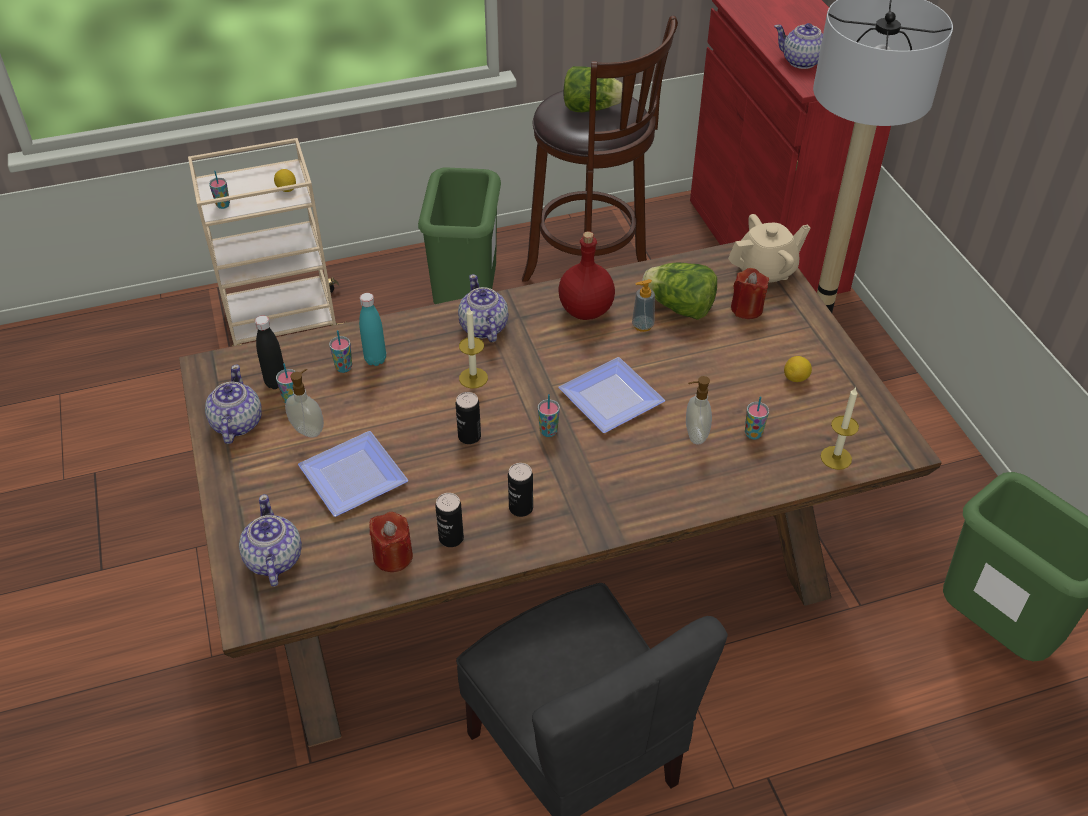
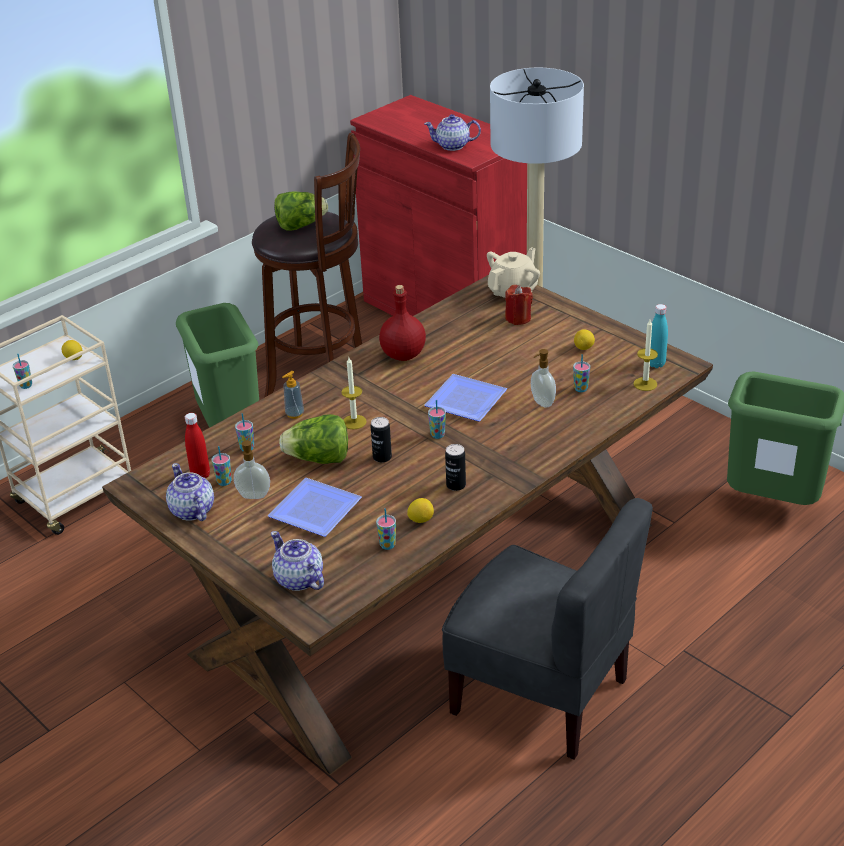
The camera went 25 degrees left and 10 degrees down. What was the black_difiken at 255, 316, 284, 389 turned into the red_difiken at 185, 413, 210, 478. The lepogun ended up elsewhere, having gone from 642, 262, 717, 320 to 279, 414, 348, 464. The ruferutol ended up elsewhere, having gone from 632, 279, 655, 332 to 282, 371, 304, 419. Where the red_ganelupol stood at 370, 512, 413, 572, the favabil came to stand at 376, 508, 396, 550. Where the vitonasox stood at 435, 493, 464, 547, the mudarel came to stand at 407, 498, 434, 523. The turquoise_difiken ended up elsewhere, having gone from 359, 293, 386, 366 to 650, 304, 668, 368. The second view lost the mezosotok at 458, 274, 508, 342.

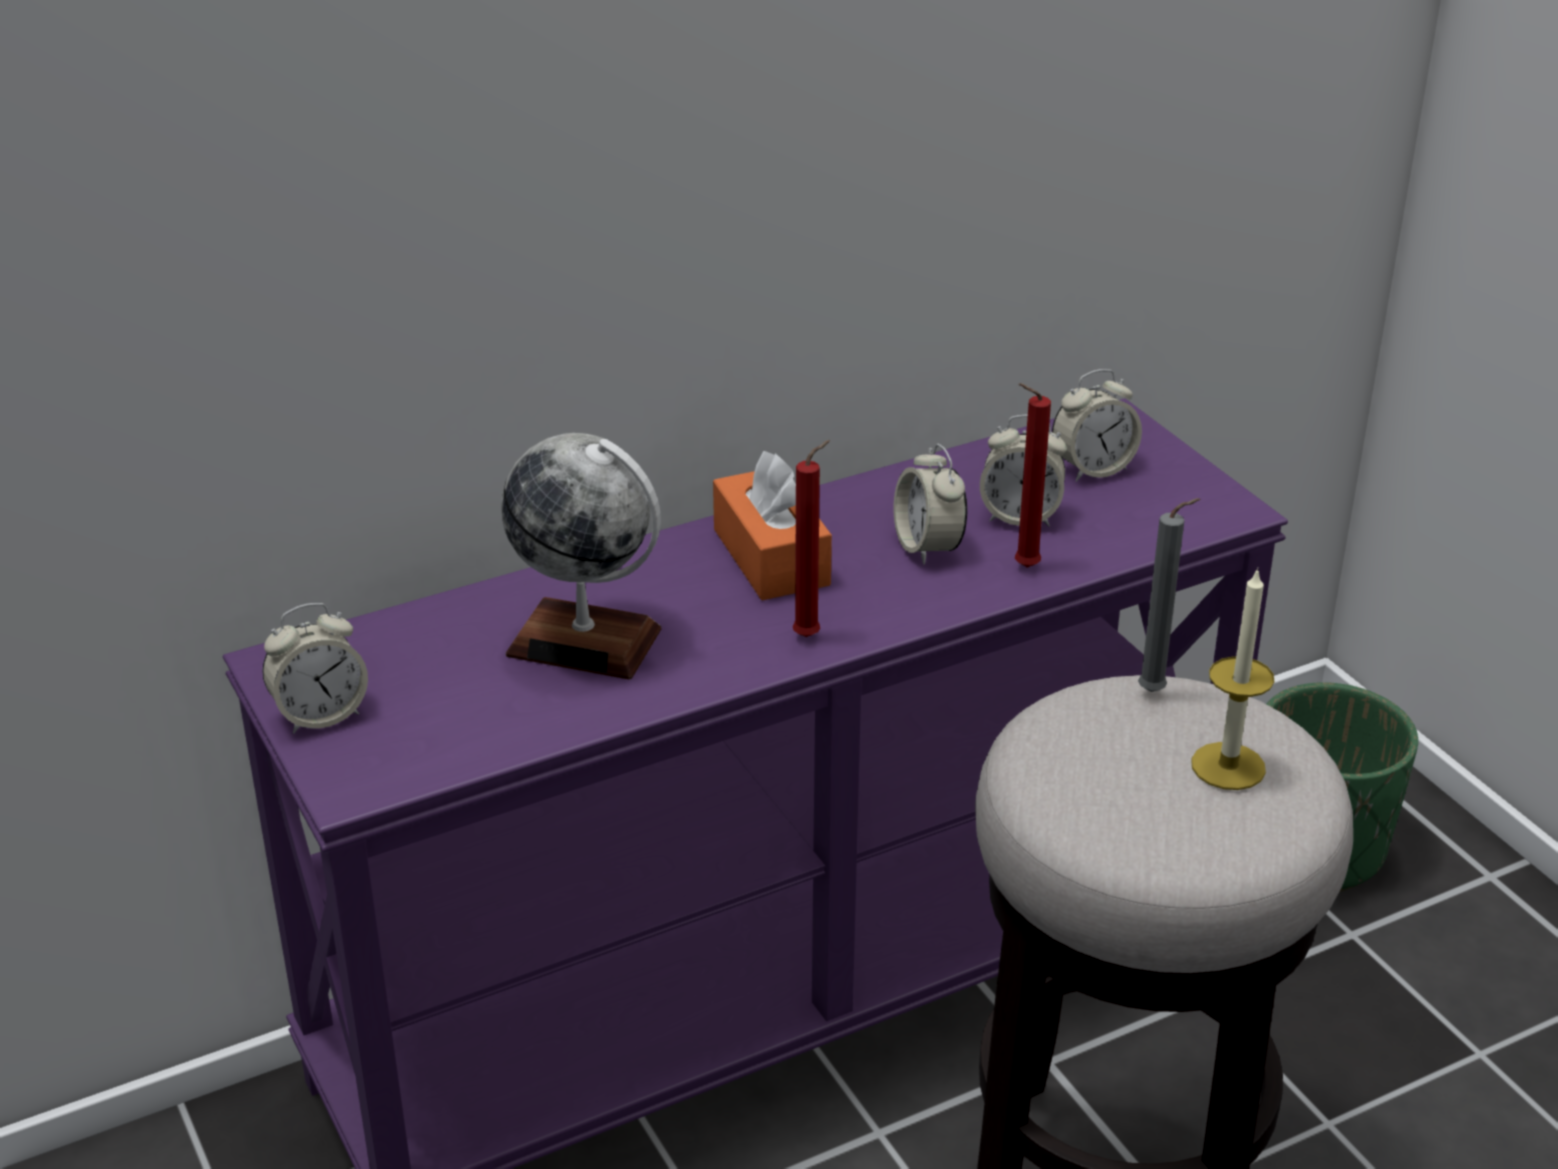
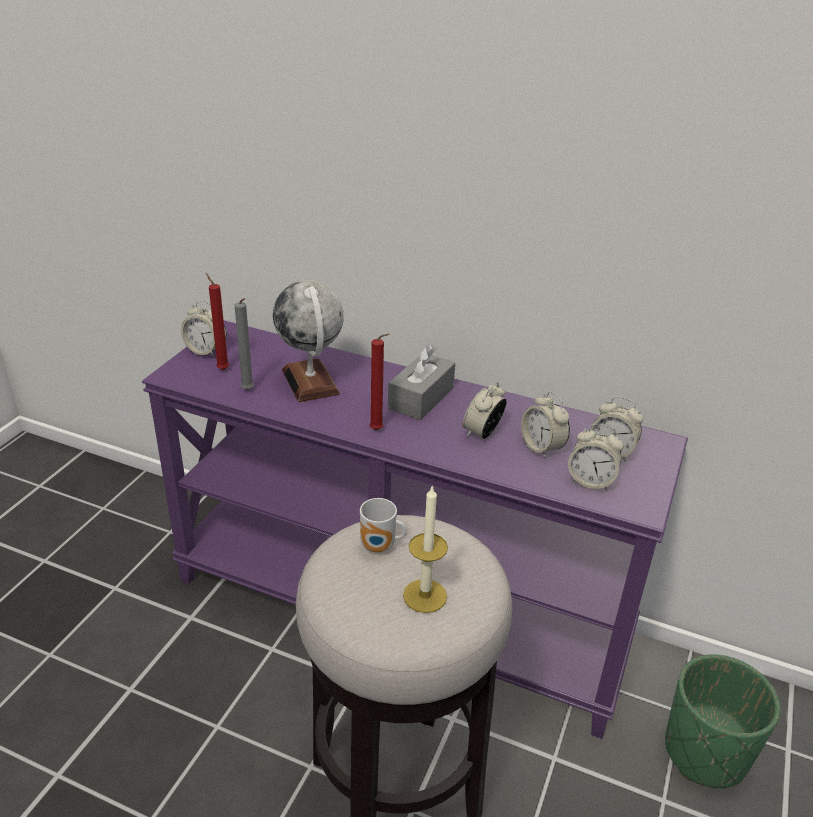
The camera went 50 degrees right and 0 degrees up. The red_ganelupol ended up elsewhere, having gone from 1015, 383, 1051, 568 to 206, 273, 229, 370. The grey_ganelupol ended up elsewhere, having gone from 1138, 498, 1200, 692 to 234, 298, 254, 390. The second view gained the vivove at 360, 498, 407, 553. What was the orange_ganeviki at 713, 451, 832, 601 turned into the grey_ganeviki at 388, 345, 455, 420. The second view gained the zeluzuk at 568, 424, 624, 490.

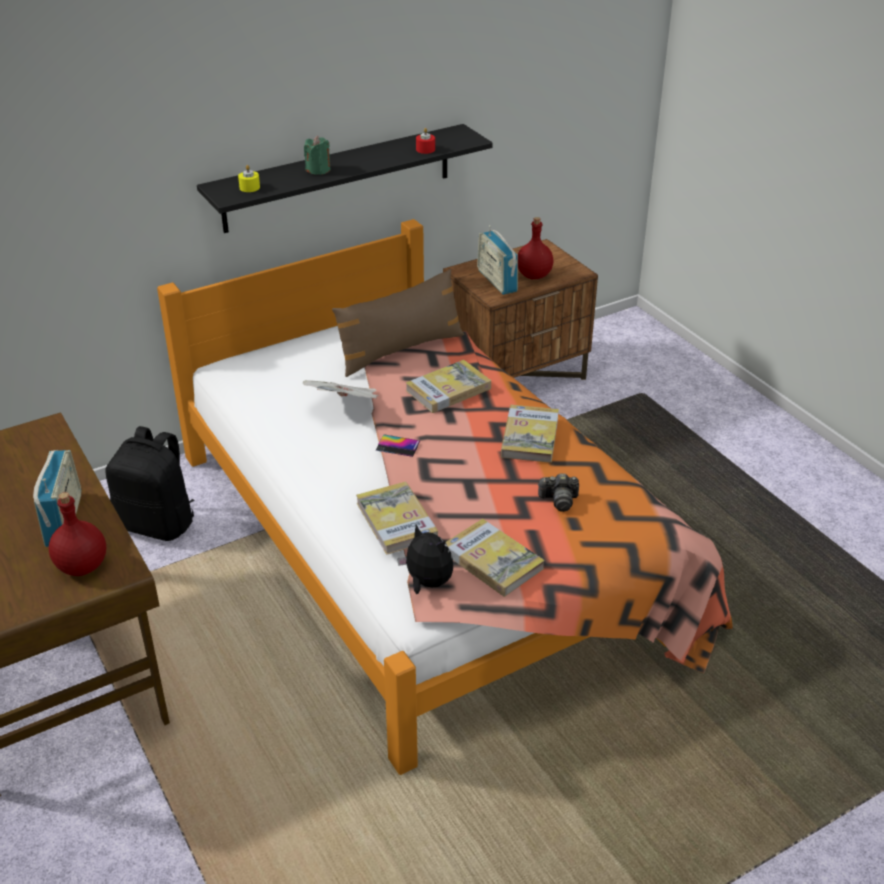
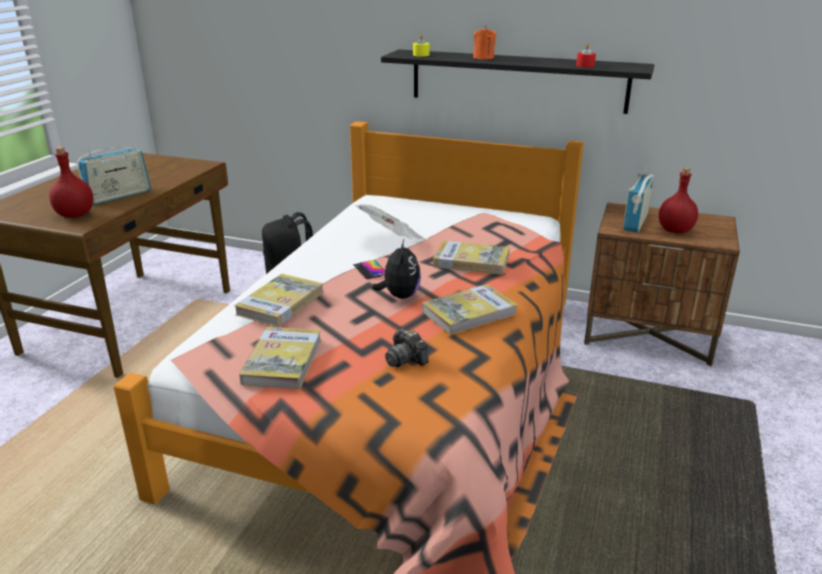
The camera went 50 degrees right and 10 degrees down. The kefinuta ended up elsewhere, having gone from 397, 525, 453, 594 to 372, 240, 421, 299. What was the green_ganelupol at 304, 136, 331, 175 turned into the orange_ganelupol at 473, 26, 496, 60. The second view lost the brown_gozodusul at 332, 269, 464, 377.

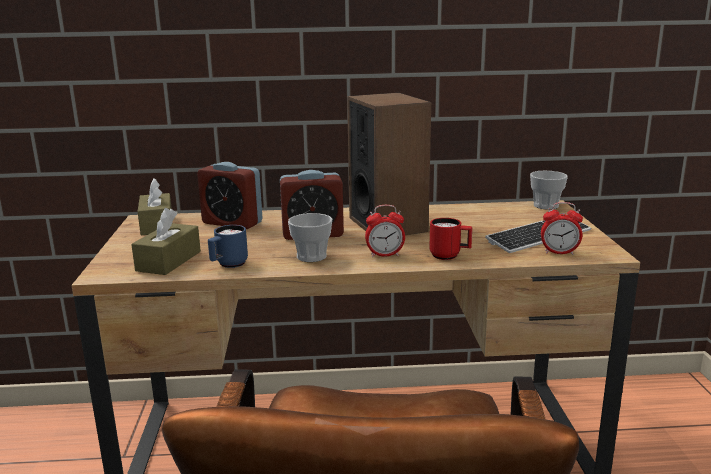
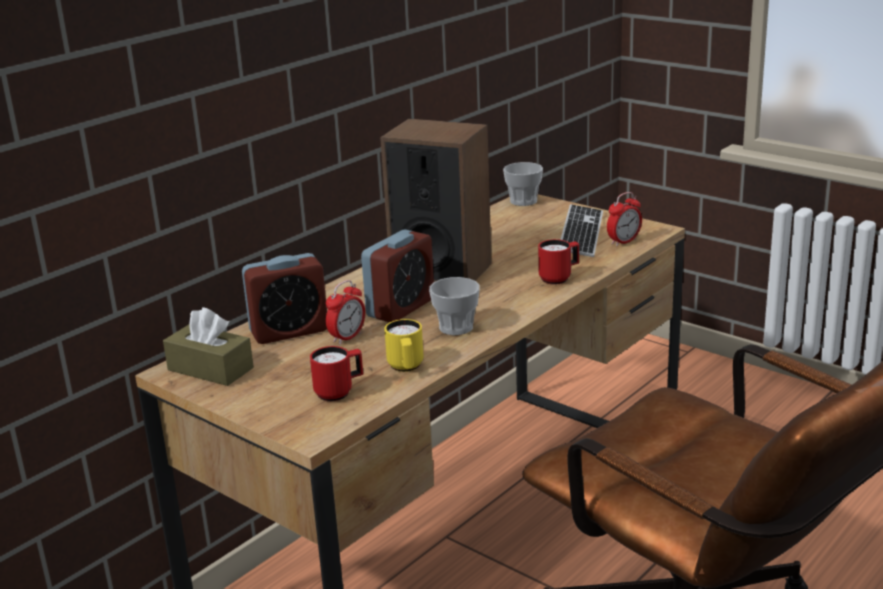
The camera went 45 degrees left and 5 degrees up. Where the brown_ganeviki stood at 131, 208, 201, 275, the red_vivove came to stand at 310, 346, 363, 401. The zeluzuk ended up elsewhere, having gone from 365, 205, 405, 257 to 326, 280, 365, 345. What was the blue_vivove at 208, 225, 248, 268 turned into the yellow_vivove at 384, 319, 424, 372.

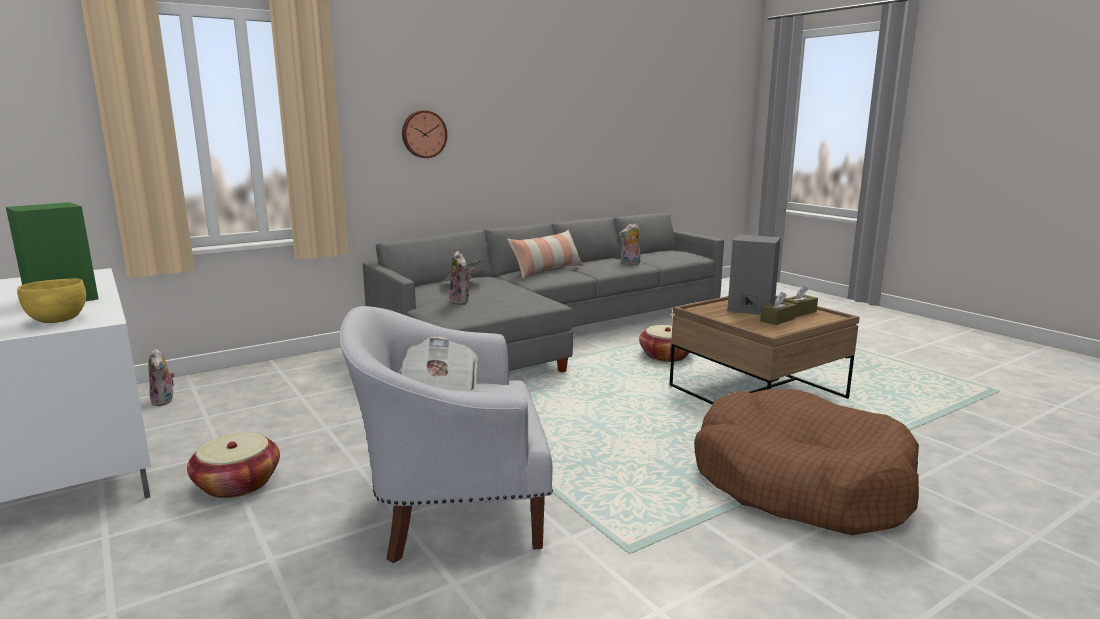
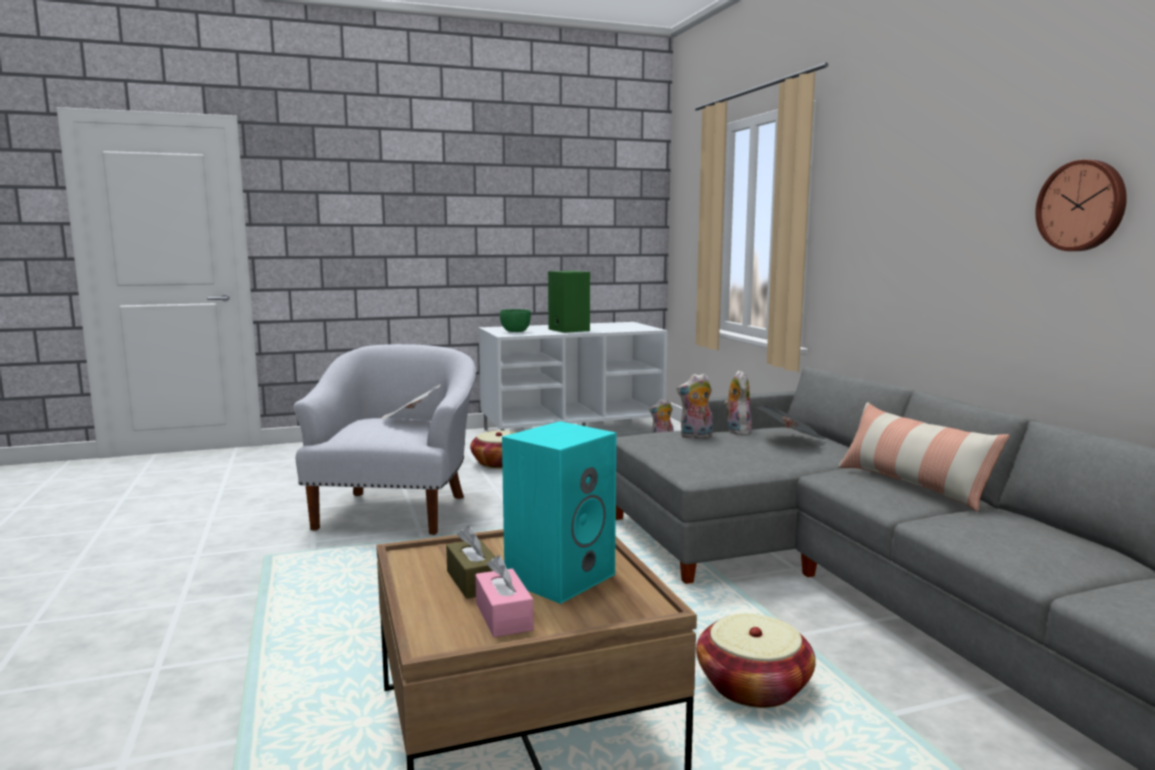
The camera went 105 degrees right and 5 degrees down. What was the brown_ganeviki at 783, 285, 818, 317 turned into the pink_ganeviki at 475, 555, 534, 637. What was the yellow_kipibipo at 17, 278, 86, 323 turned into the green_kipibipo at 500, 309, 531, 332. What was the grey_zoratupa at 728, 235, 781, 315 turned into the turquoise_zoratupa at 502, 421, 616, 604. The kefinuta ended up elsewhere, having gone from 619, 224, 641, 265 to 724, 370, 752, 435. The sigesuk ended up elsewhere, having gone from 402, 110, 447, 158 to 1035, 160, 1127, 251. The second view lost the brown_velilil at 694, 389, 919, 535.

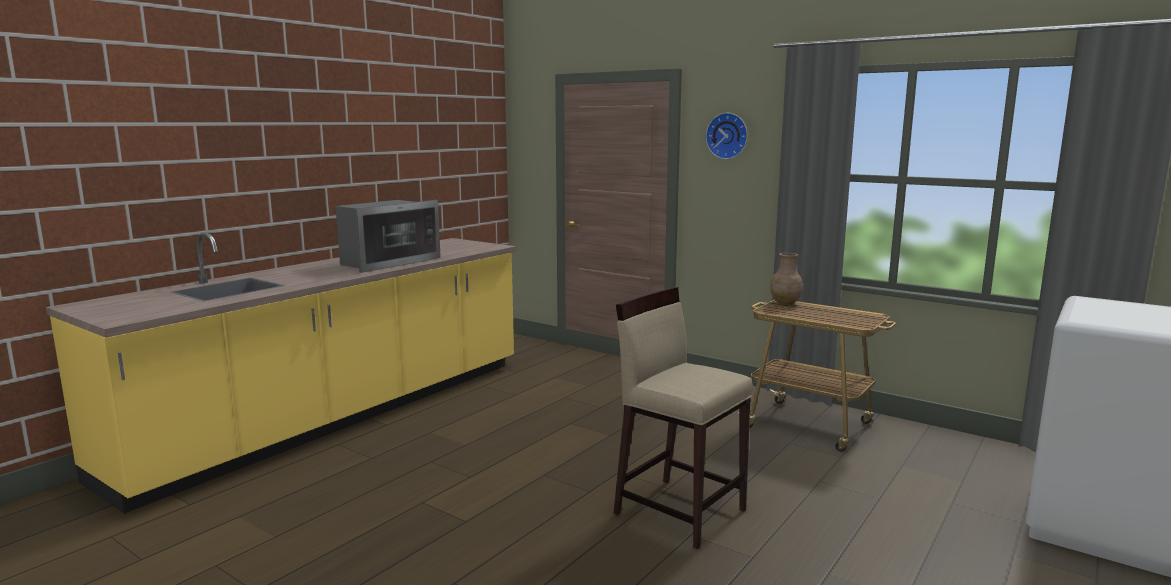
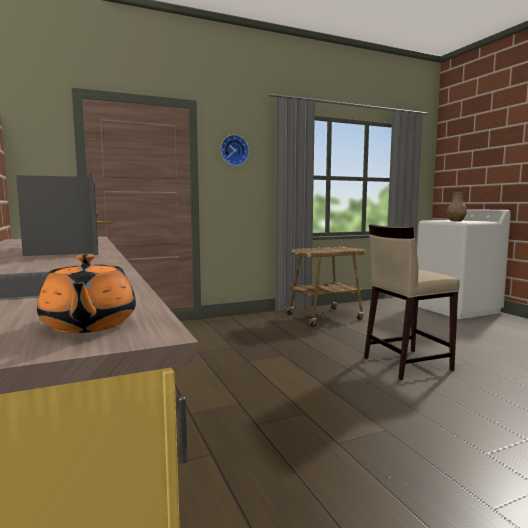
The camera went 60 degrees left and 5 degrees down. The second view gained the orange_mezosotok at 37, 254, 136, 333. The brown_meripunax ended up elsewhere, having gone from 770, 253, 803, 305 to 447, 192, 467, 221.

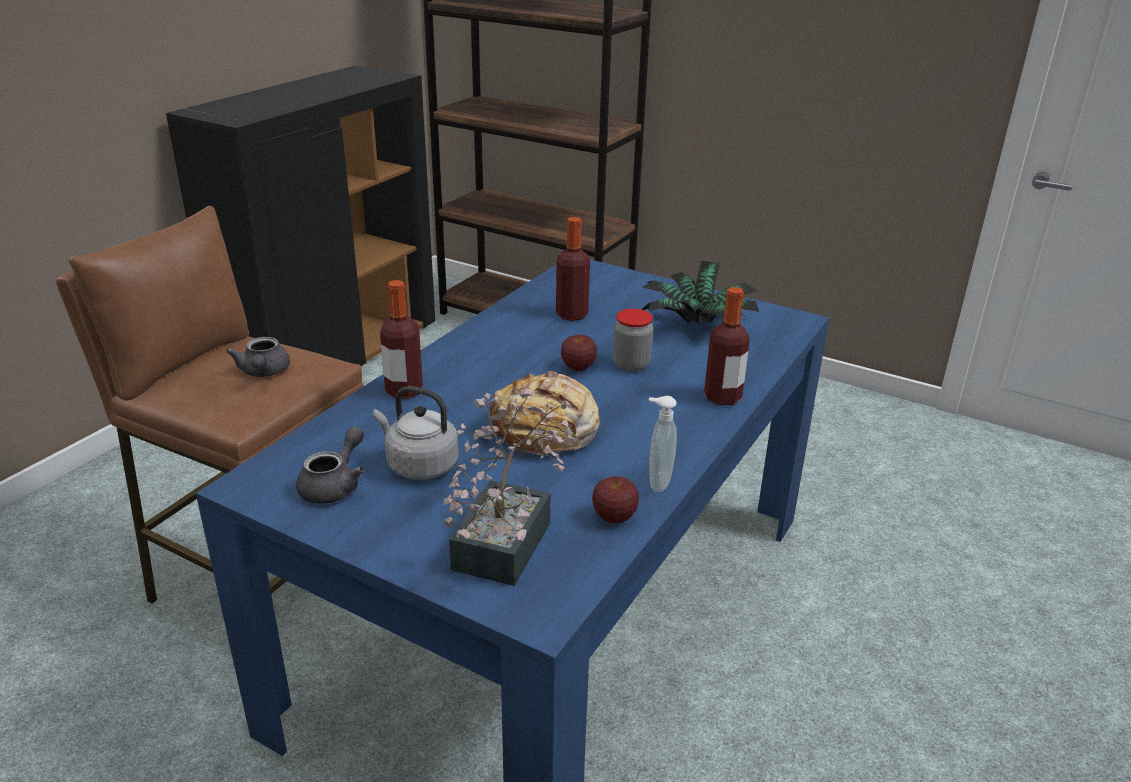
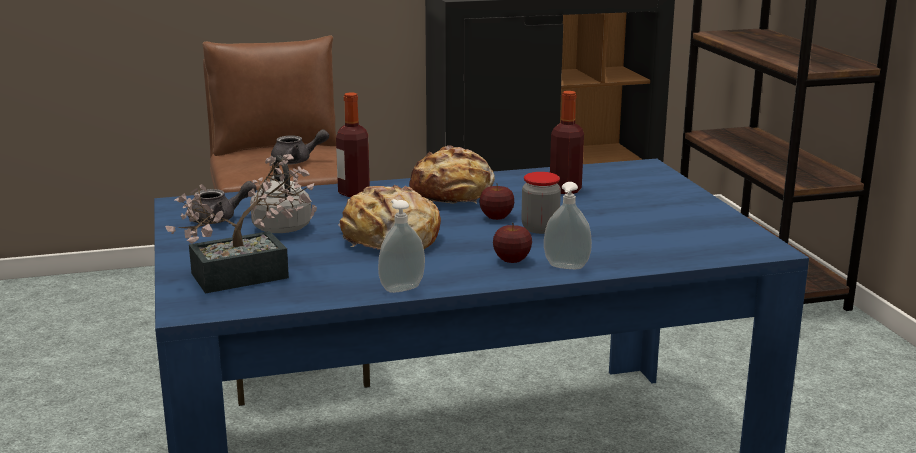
The camera went 45 degrees right and 10 degrees down. The grey_mezosotok at 226, 337, 290, 377 ended up facing another way, 135 degrees counterclockwise from before. The second view gained the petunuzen at 409, 145, 495, 204. The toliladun ended up elsewhere, having gone from 592, 476, 639, 524 to 493, 223, 532, 263. Where the difiken stood at 704, 287, 750, 405, the ruferutol came to stand at 544, 182, 592, 269. The second view lost the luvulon at 641, 261, 759, 324.

